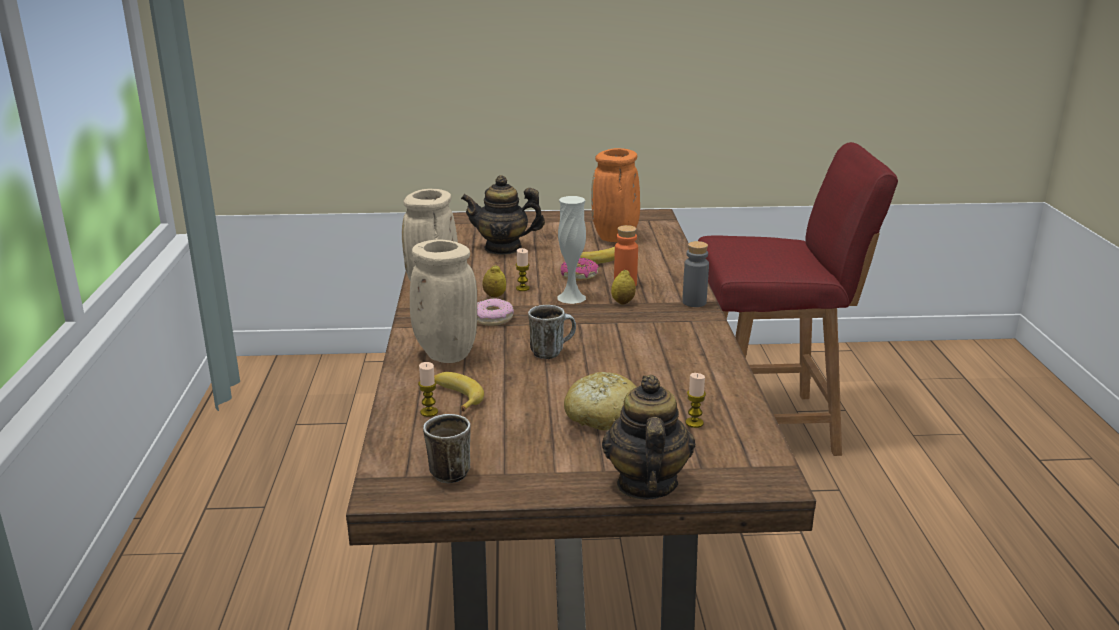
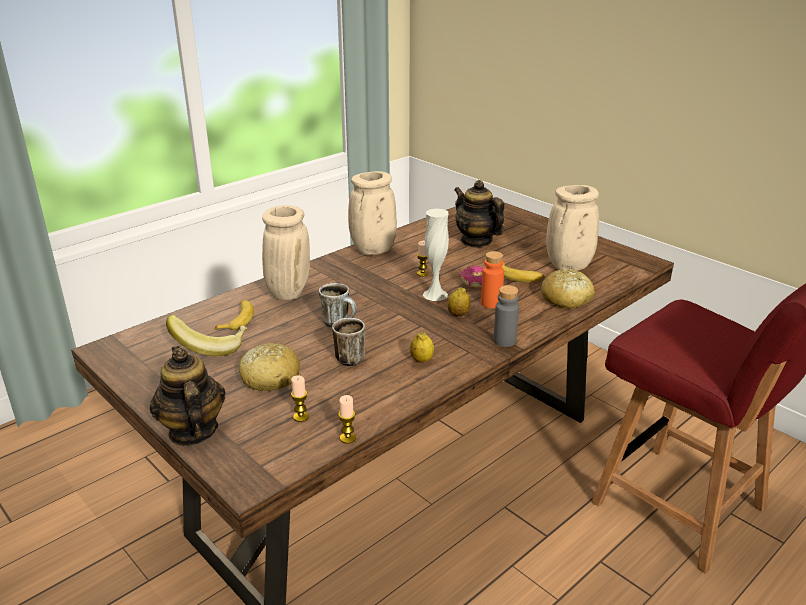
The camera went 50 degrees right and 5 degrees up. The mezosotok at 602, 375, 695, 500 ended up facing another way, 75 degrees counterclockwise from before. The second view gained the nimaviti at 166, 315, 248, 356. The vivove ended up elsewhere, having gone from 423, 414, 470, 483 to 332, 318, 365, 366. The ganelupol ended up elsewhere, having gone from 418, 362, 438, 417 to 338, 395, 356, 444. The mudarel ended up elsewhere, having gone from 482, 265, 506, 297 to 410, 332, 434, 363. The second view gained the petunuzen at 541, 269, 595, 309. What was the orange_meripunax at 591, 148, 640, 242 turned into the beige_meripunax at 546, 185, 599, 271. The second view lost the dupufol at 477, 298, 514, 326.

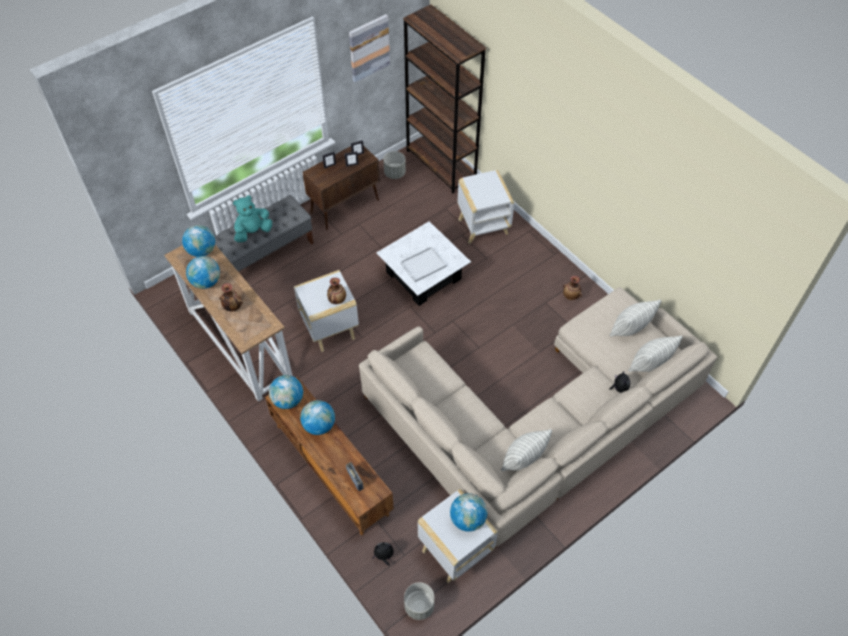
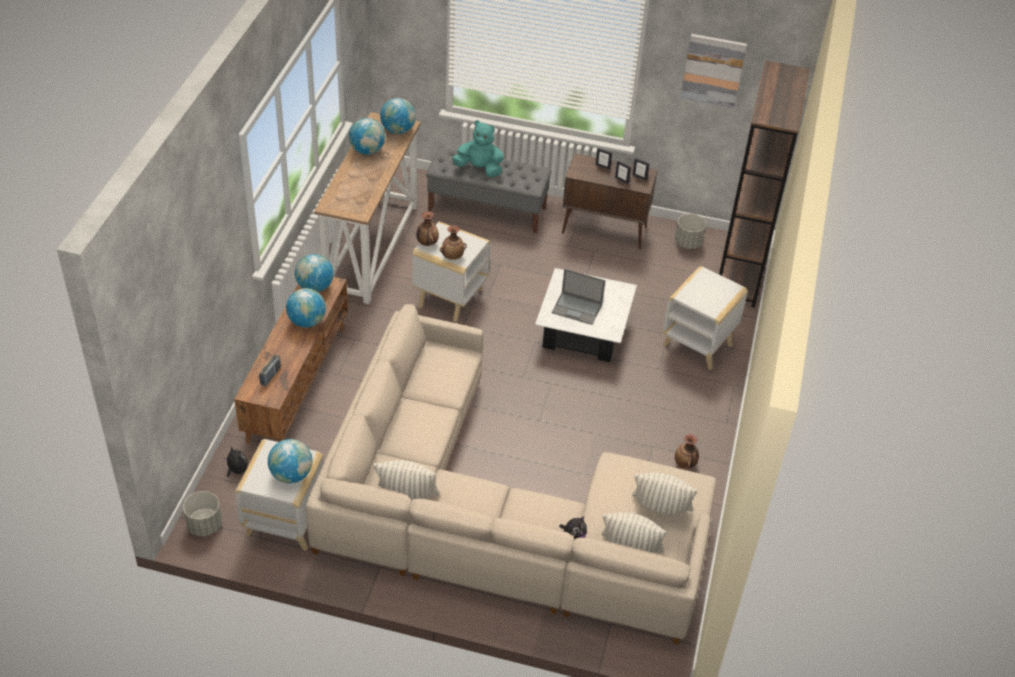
The camera went 50 degrees right and 10 degrees down. The meripunax ended up elsewhere, having gone from 219, 283, 243, 311 to 416, 211, 439, 246. Where the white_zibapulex stood at 400, 246, 447, 282, the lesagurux came to stand at 552, 269, 606, 325.

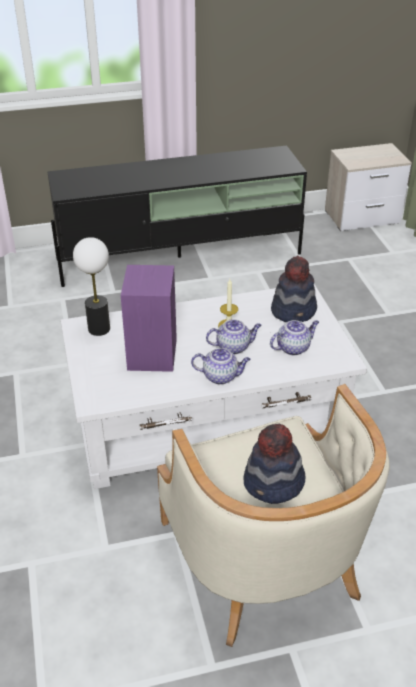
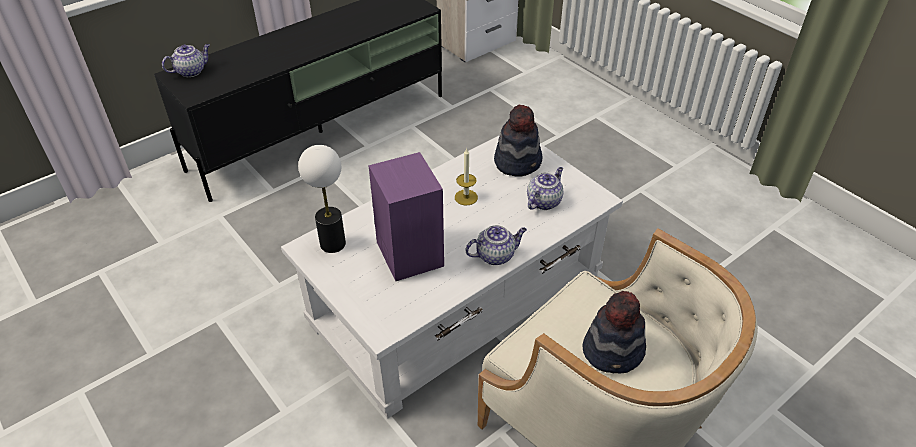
The camera went 25 degrees left and 5 degrees up. The mezosotok ended up elsewhere, having gone from 206, 319, 261, 354 to 162, 44, 210, 77.

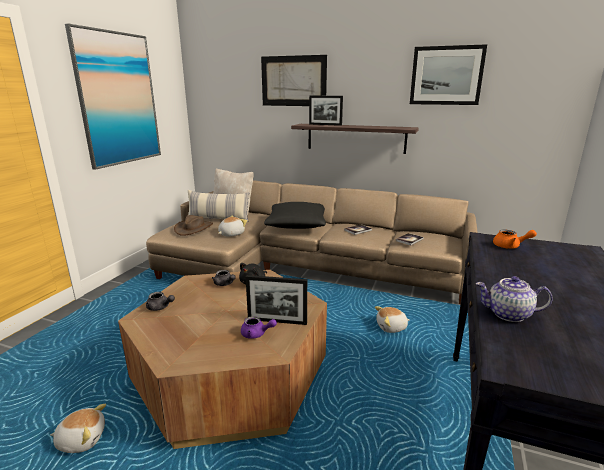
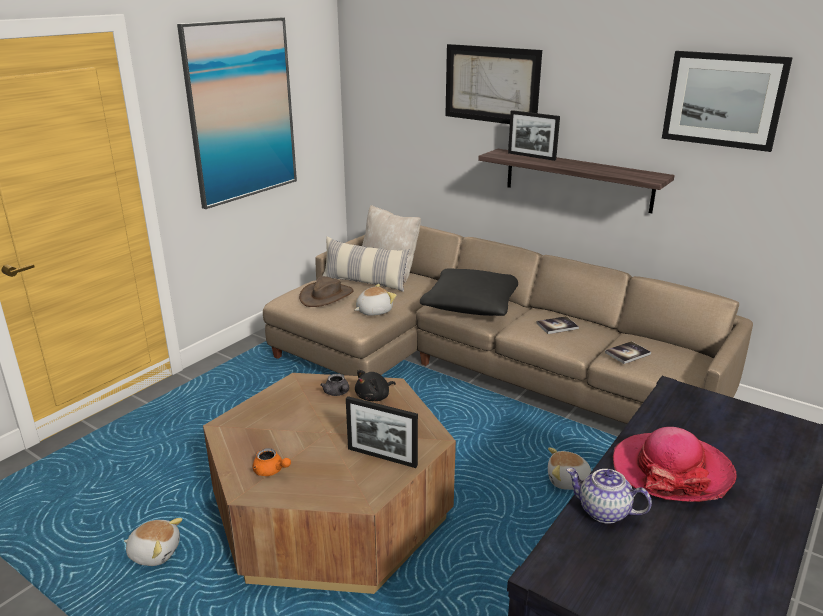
The camera went 15 degrees right and 5 degrees up. The orange_mezosotok ended up elsewhere, having gone from 493, 230, 537, 249 to 253, 448, 291, 476. The second view gained the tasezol at 613, 427, 737, 502. The second view lost the grey_mezosotok at 146, 292, 175, 311. The second view lost the purple_mezosotok at 241, 316, 277, 339.

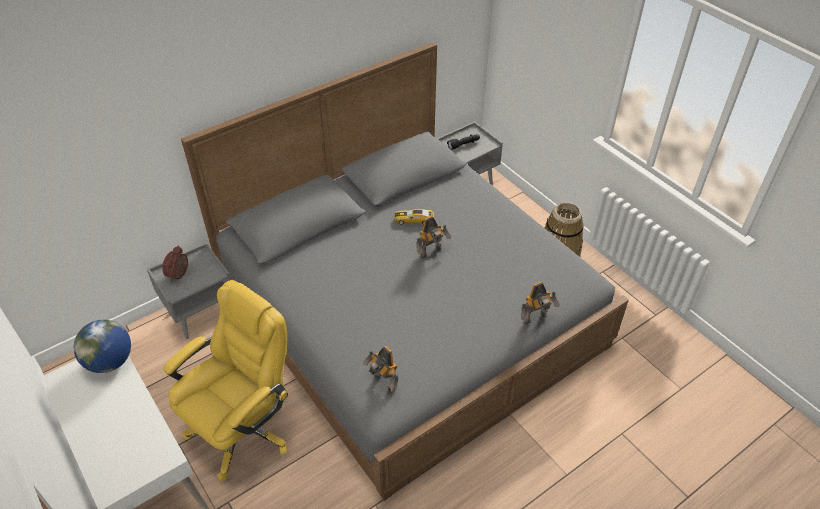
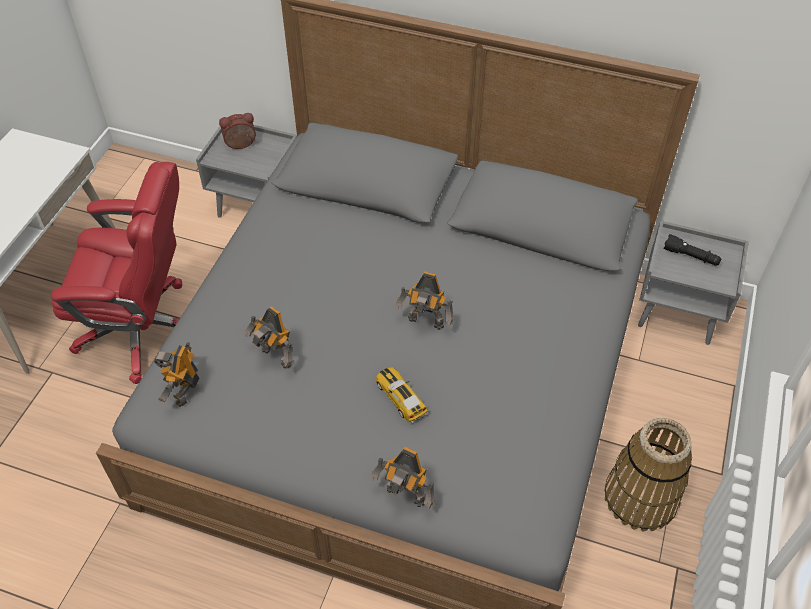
The camera went 55 degrees right and 5 degrees up. What was the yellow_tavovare at 164, 280, 288, 481 turned into the red_tavovare at 51, 162, 182, 384. The second view gained the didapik at 244, 306, 293, 368. The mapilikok ended up elsewhere, having gone from 394, 209, 434, 225 to 376, 367, 428, 423. The second view lost the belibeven at 74, 320, 131, 373.

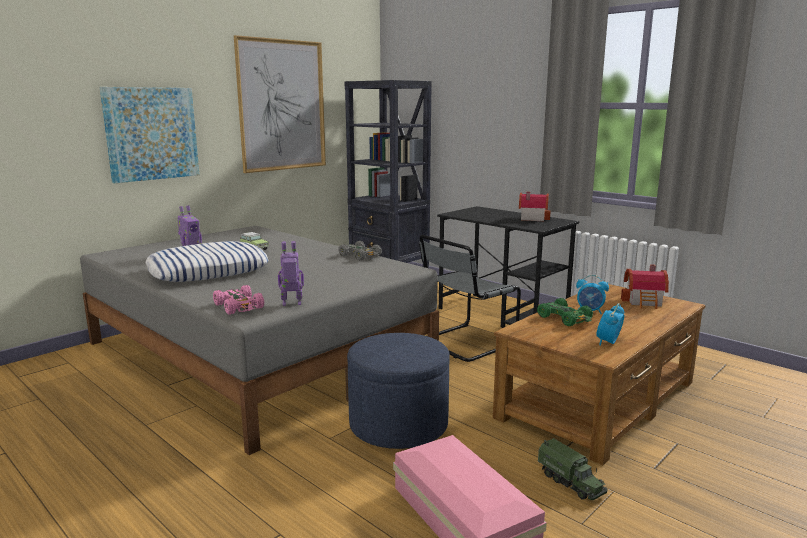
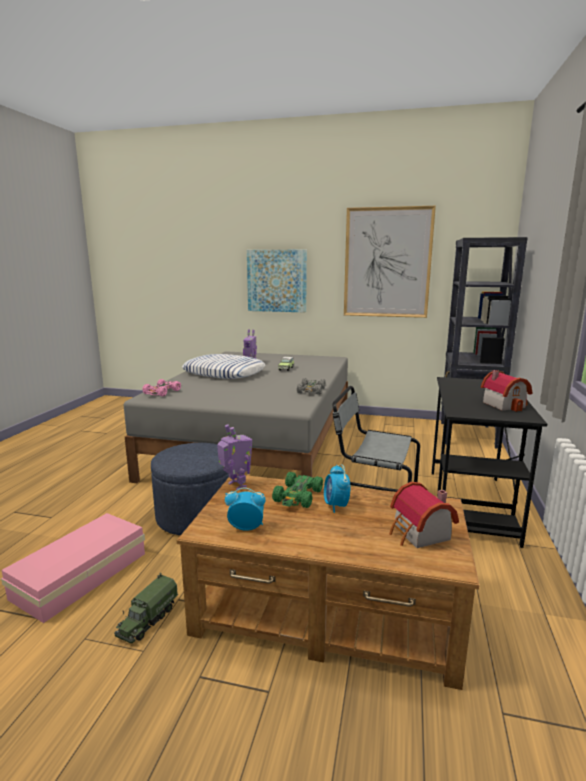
The camera went 60 degrees right and 0 degrees up. The didapik ended up elsewhere, having gone from 278, 241, 304, 306 to 217, 424, 252, 489.

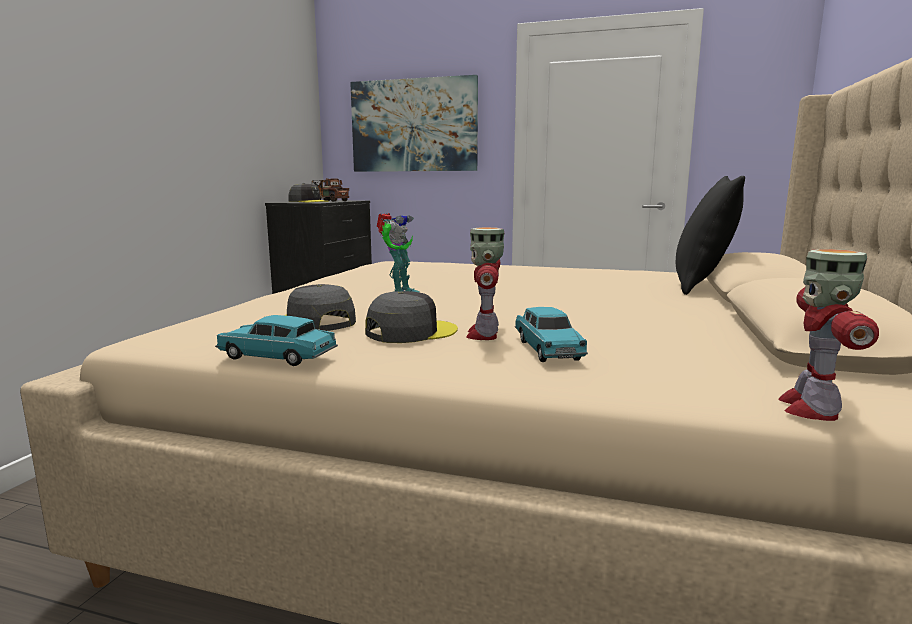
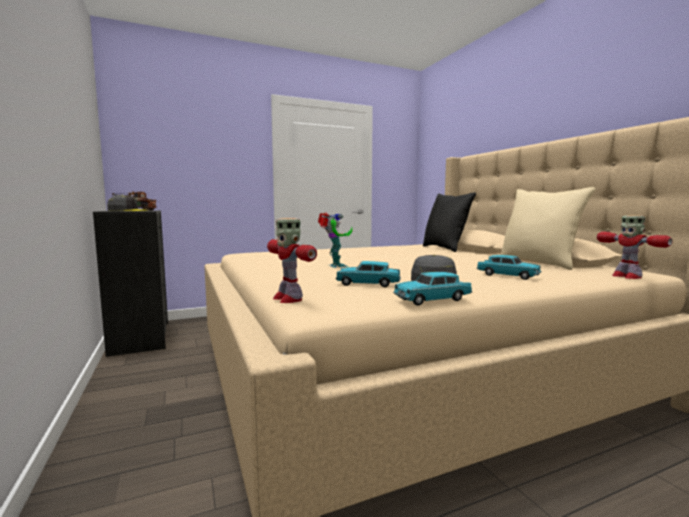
The camera went 40 degrees left and 5 degrees down. The didapik ended up elsewhere, having gone from 466, 227, 504, 340 to 267, 218, 317, 303. Where the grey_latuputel stood at 284, 284, 356, 331, the turquoise_mapilikok came to stand at 335, 261, 401, 287. The second view gained the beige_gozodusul at 500, 187, 595, 270. The second view lost the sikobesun at 350, 75, 478, 172.

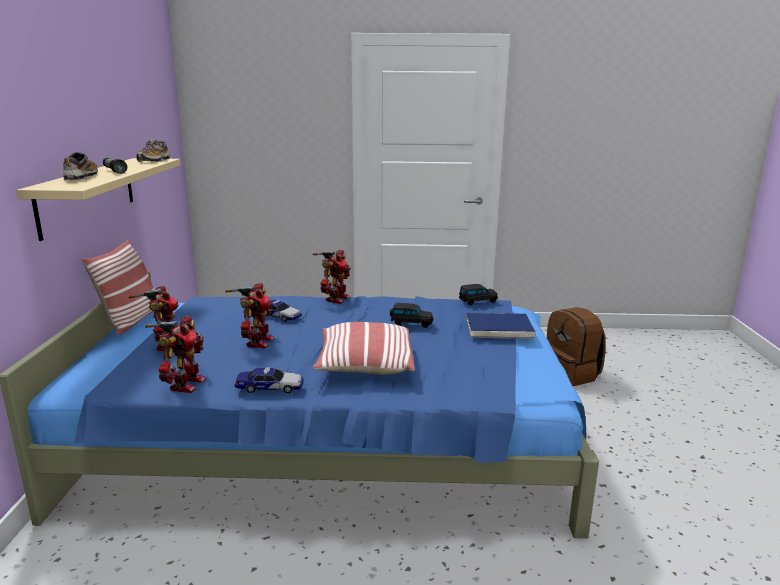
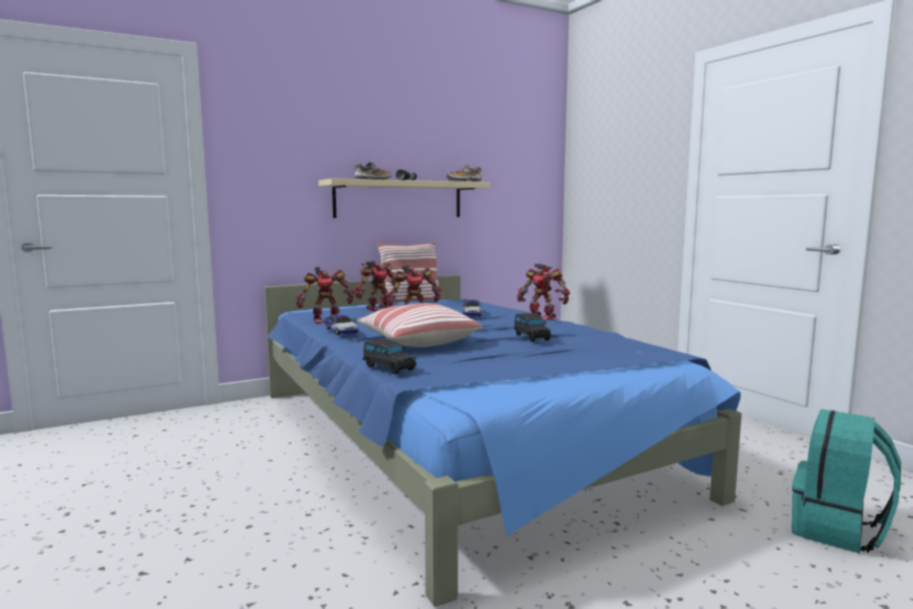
The camera went 60 degrees right and 10 degrees down. The black_mapilikok ended up elsewhere, having gone from 459, 284, 498, 305 to 363, 338, 416, 374. The didapik at 313, 250, 351, 304 ended up facing another way, 45 degrees clockwise from before. What was the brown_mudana at 547, 307, 606, 386 turned into the turquoise_mudana at 792, 409, 901, 553. The second view lost the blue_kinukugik at 466, 313, 536, 339.

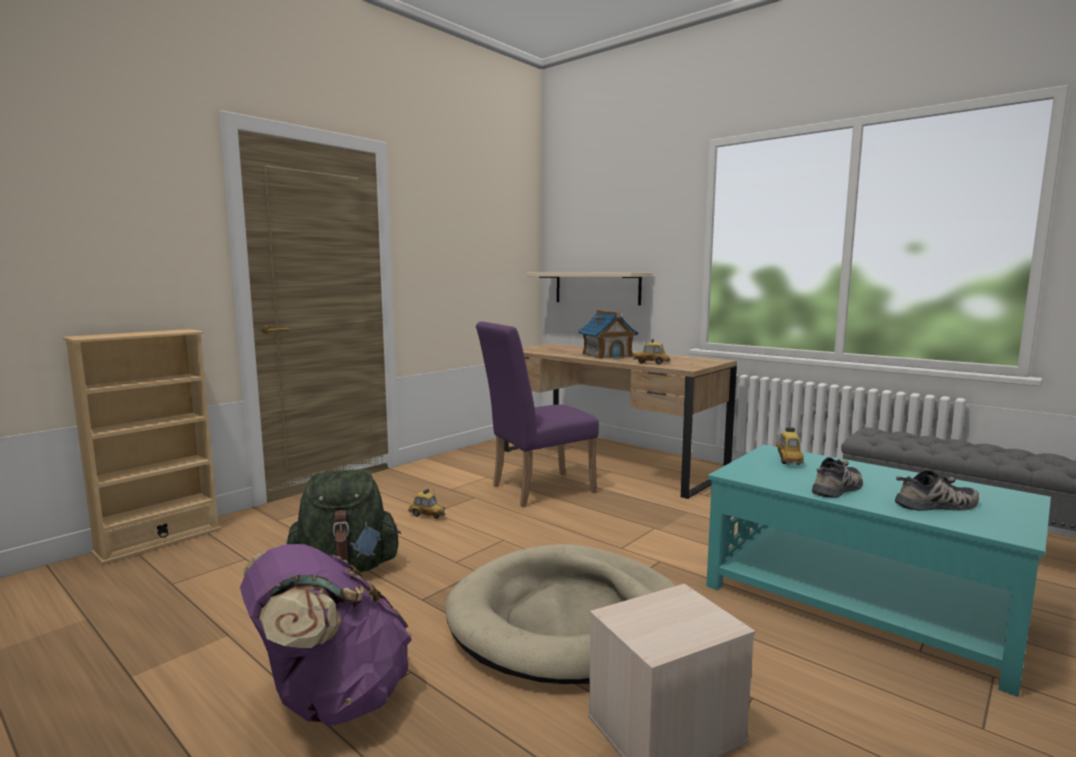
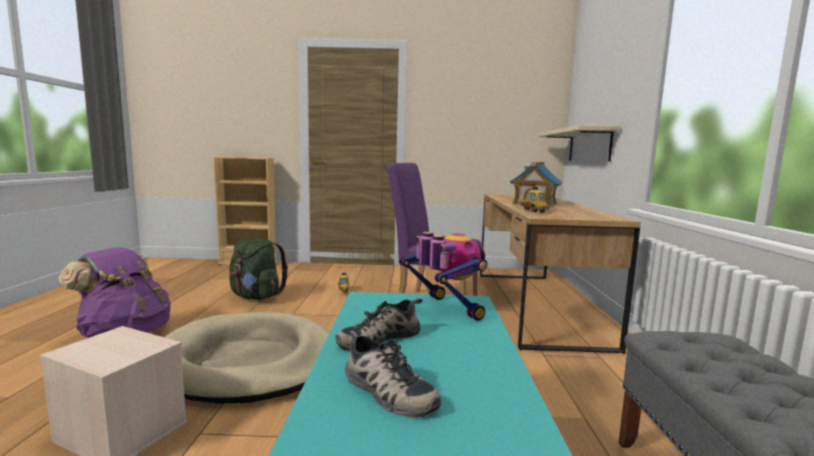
The camera went 50 degrees right and 0 degrees up. The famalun at 812, 457, 863, 498 ended up facing another way, 135 degrees clockwise from before. Where the mapilikok stood at 776, 427, 804, 465, the didapik came to stand at 399, 232, 488, 321.

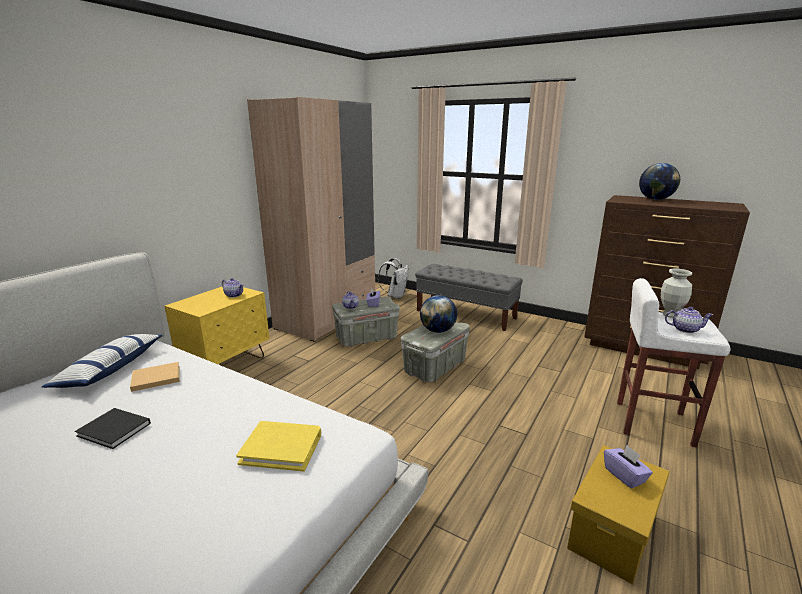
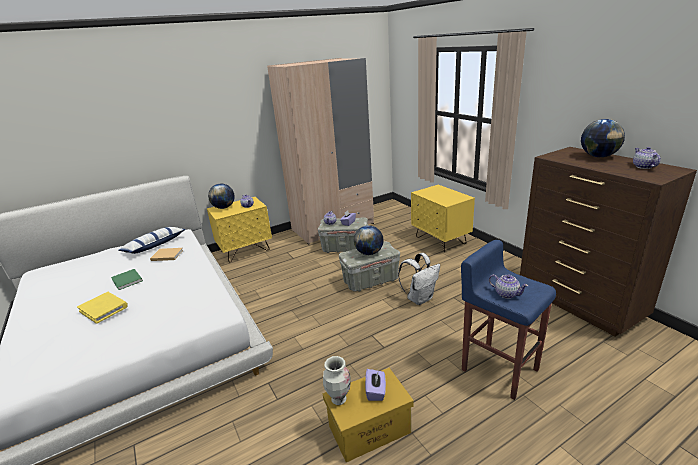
The camera went 30 degrees right and 5 degrees up. The yellow_kinukugik ended up elsewhere, having gone from 236, 421, 321, 471 to 77, 292, 128, 324. What was the black_kinukugik at 75, 408, 151, 449 turned into the green_kinukugik at 111, 269, 143, 290. The second view gained the belibeven at 208, 184, 235, 209. The meripunax ended up elsewhere, having gone from 661, 269, 692, 318 to 323, 356, 351, 405. The white_mudana ended up elsewhere, having gone from 378, 258, 409, 299 to 398, 253, 440, 305. Where the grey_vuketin stood at 415, 264, 523, 331, the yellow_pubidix came to stand at 411, 185, 475, 252. What was the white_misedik at 617, 278, 731, 448 turned into the blue_misedik at 461, 240, 556, 400. The second view gained the mezosotok at 633, 147, 661, 169.

